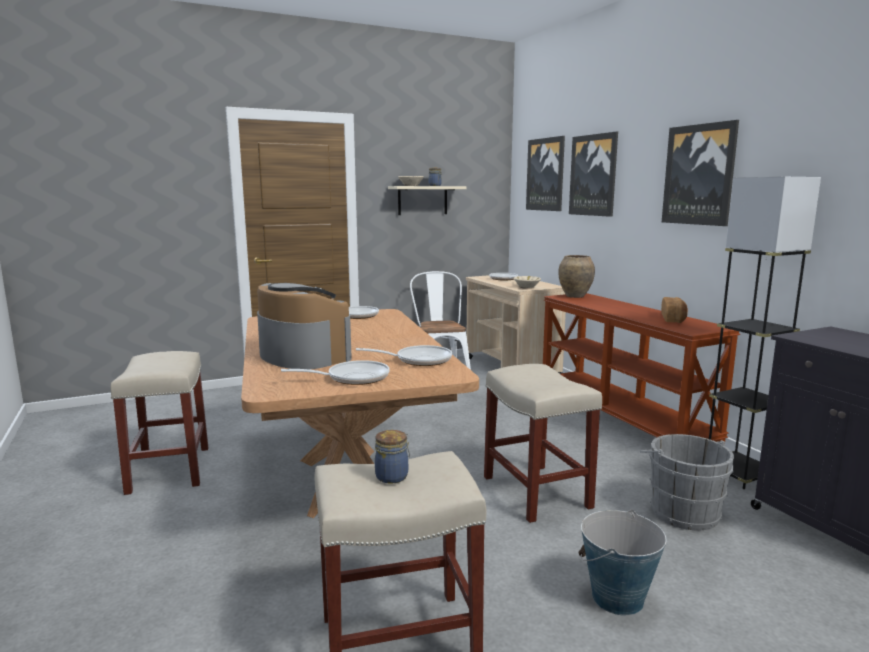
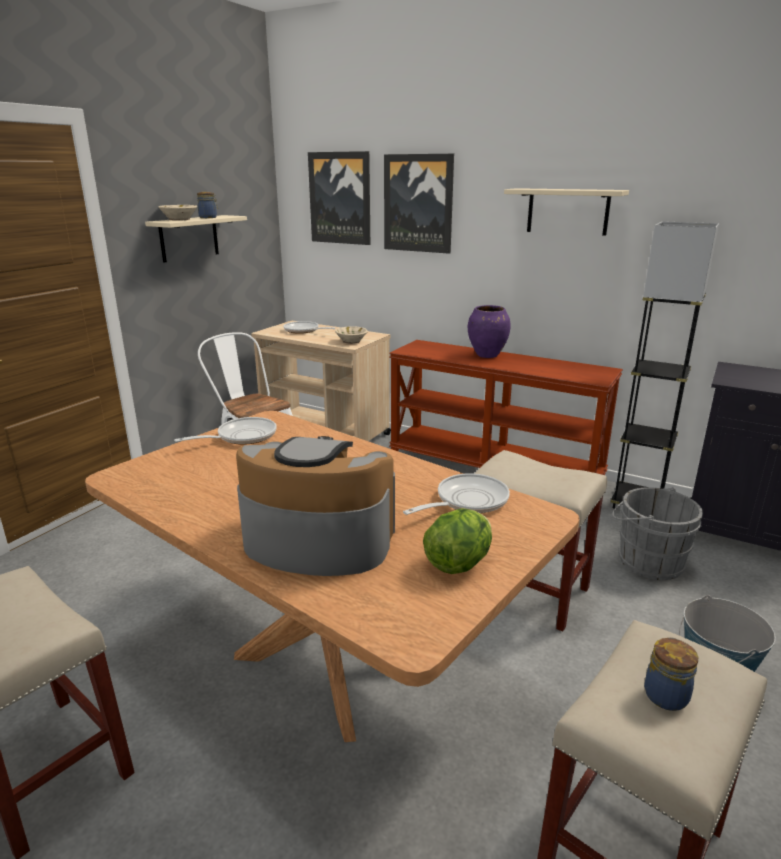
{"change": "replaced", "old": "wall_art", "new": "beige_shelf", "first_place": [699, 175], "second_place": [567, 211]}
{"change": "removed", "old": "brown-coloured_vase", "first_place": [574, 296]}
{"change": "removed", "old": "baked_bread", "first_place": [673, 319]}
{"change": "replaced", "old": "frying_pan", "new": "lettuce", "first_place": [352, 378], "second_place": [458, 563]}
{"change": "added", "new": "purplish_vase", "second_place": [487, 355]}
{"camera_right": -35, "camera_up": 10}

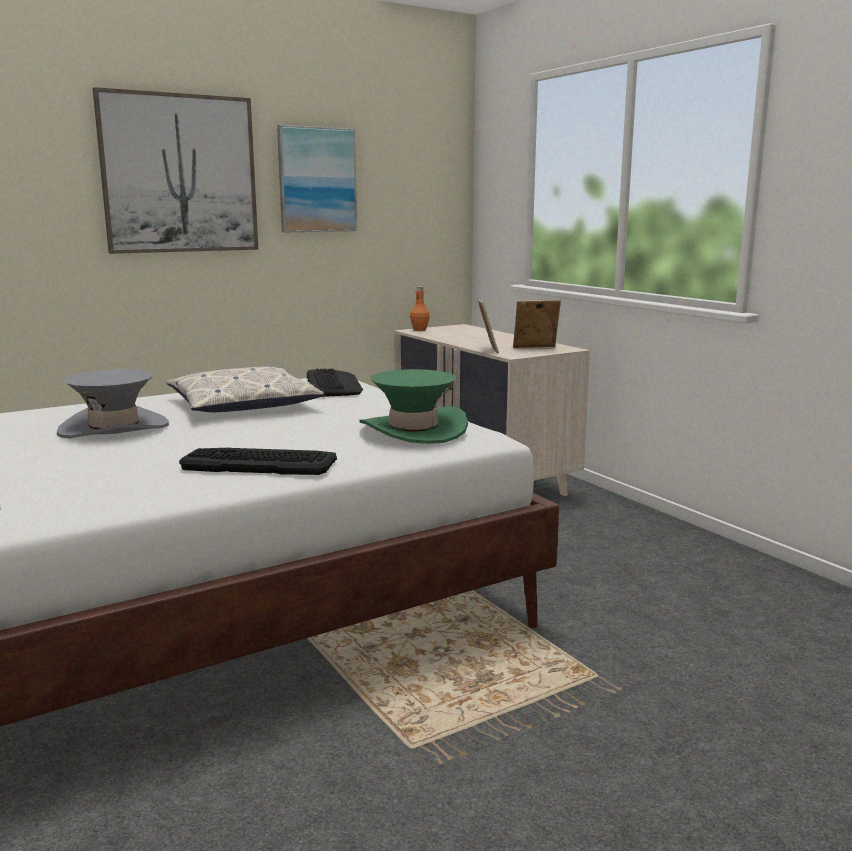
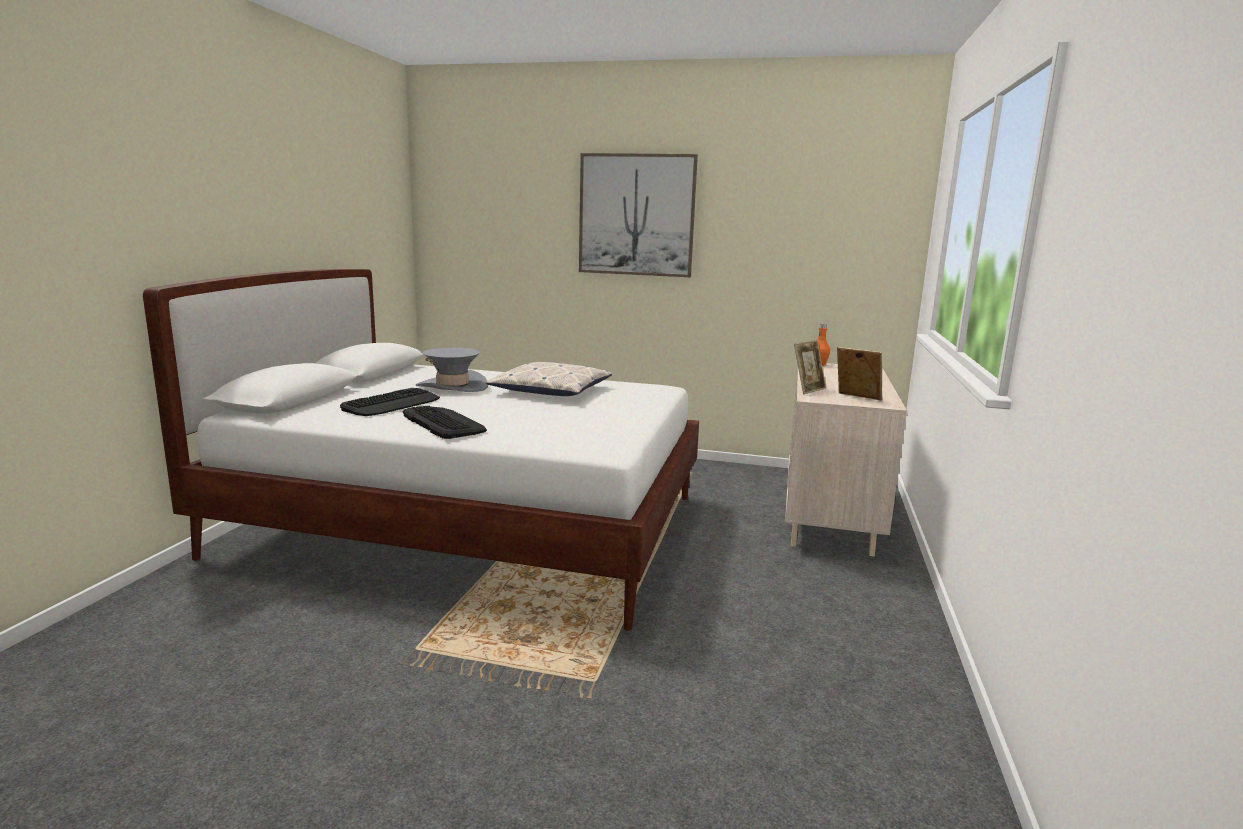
{"change": "removed", "old": "wall_art", "first_place": [317, 180]}
{"change": "moved", "old": "keyboard", "first_place": [333, 384], "second_place": [392, 404]}
{"change": "removed", "old": "green_hat", "first_place": [413, 430]}
{"camera_right": 45, "camera_up": 0}

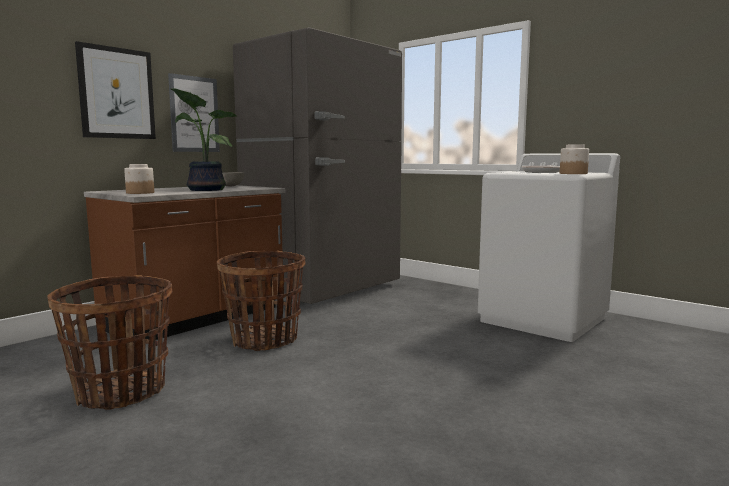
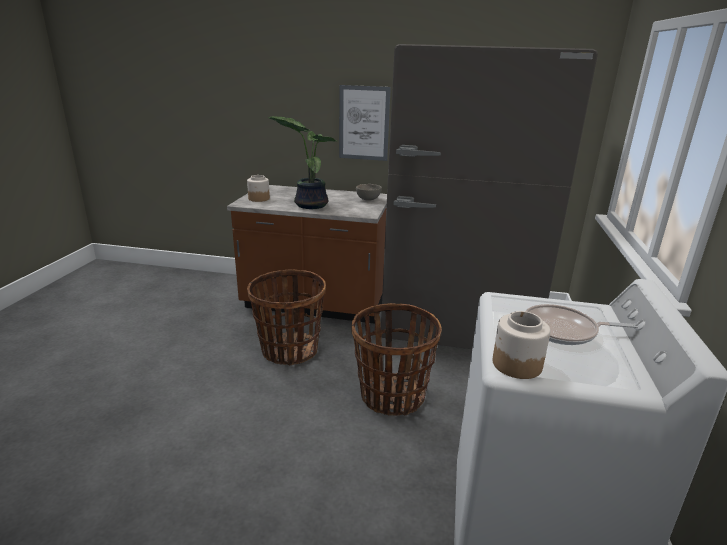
{"change": "removed", "old": "wall_art", "first_place": [116, 93]}
{"change": "moved", "old": "storage_basket", "first_place": [120, 392], "second_place": [391, 396]}
{"camera_right": 60, "camera_up": 15}

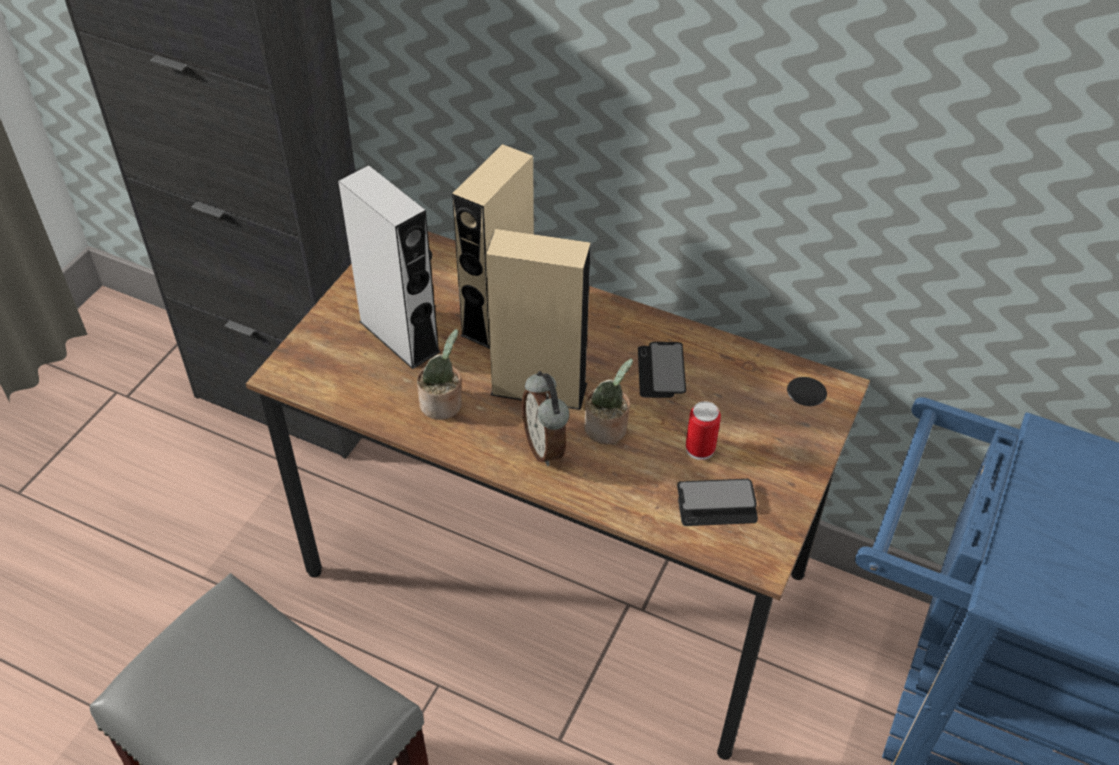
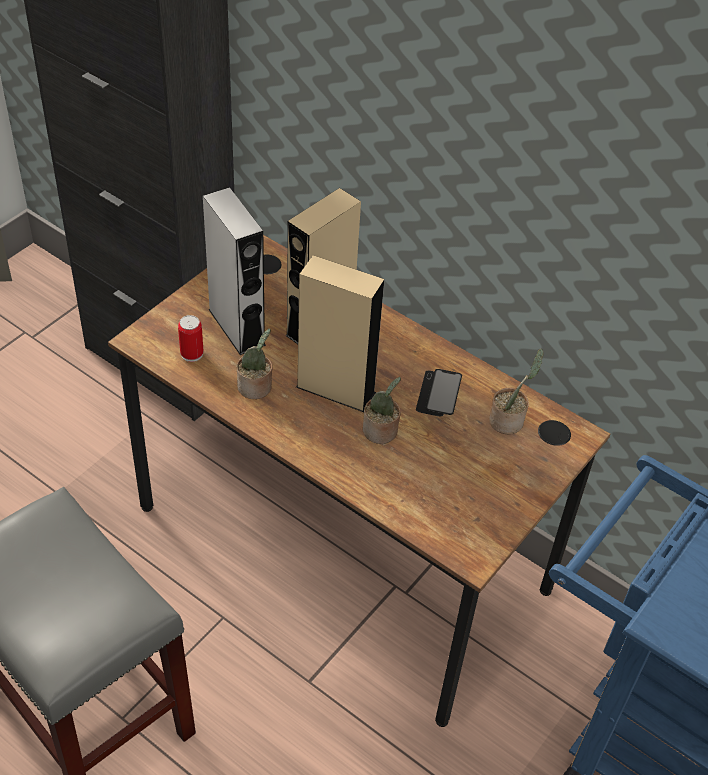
{"change": "removed", "old": "bedside_clock", "first_place": [546, 446]}
{"change": "moved", "old": "can", "first_place": [700, 449], "second_place": [192, 354]}
{"change": "removed", "old": "phone", "first_place": [716, 504]}
{"change": "added", "new": "houseplant", "second_place": [508, 420]}
{"camera_right": 10, "camera_up": 0}

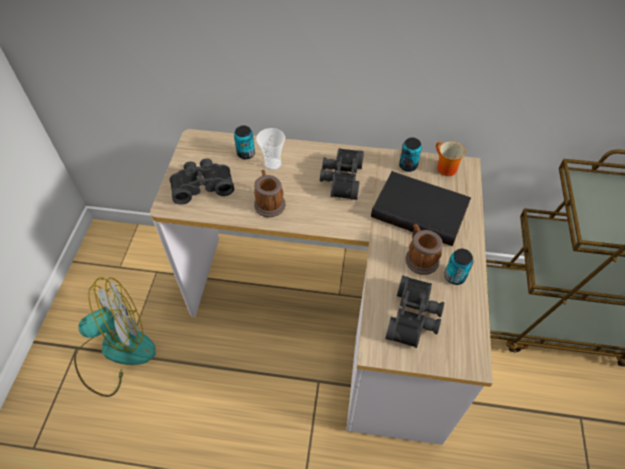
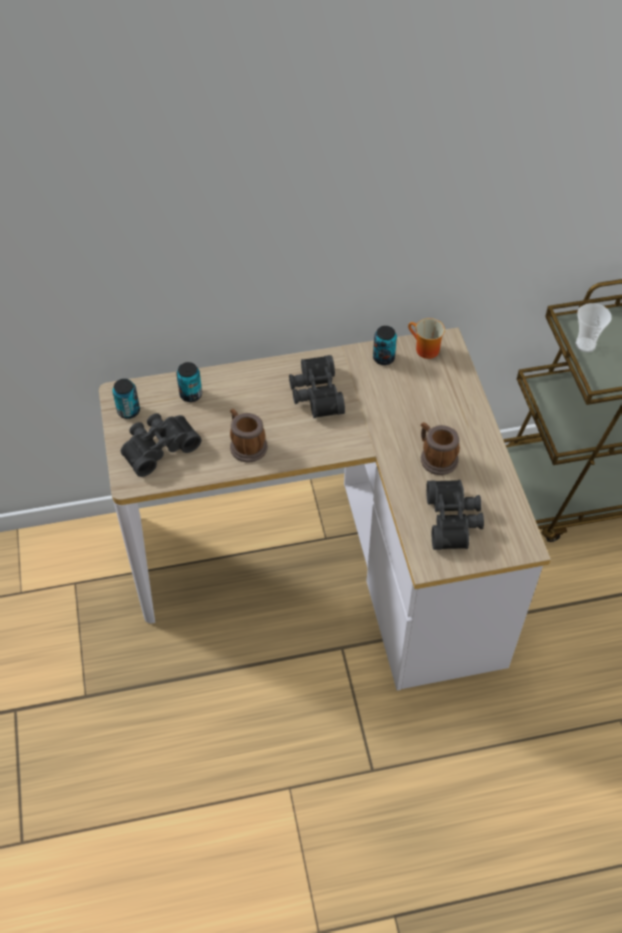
{"change": "moved", "old": "drinking_cup", "first_place": [272, 164], "second_place": [585, 345]}
{"change": "removed", "old": "blackish_bound_book", "first_place": [421, 210]}
{"change": "moved", "old": "can", "first_place": [454, 276], "second_place": [128, 411]}
{"change": "removed", "old": "electric_fan", "first_place": [115, 351]}
{"camera_right": -20, "camera_up": 0}

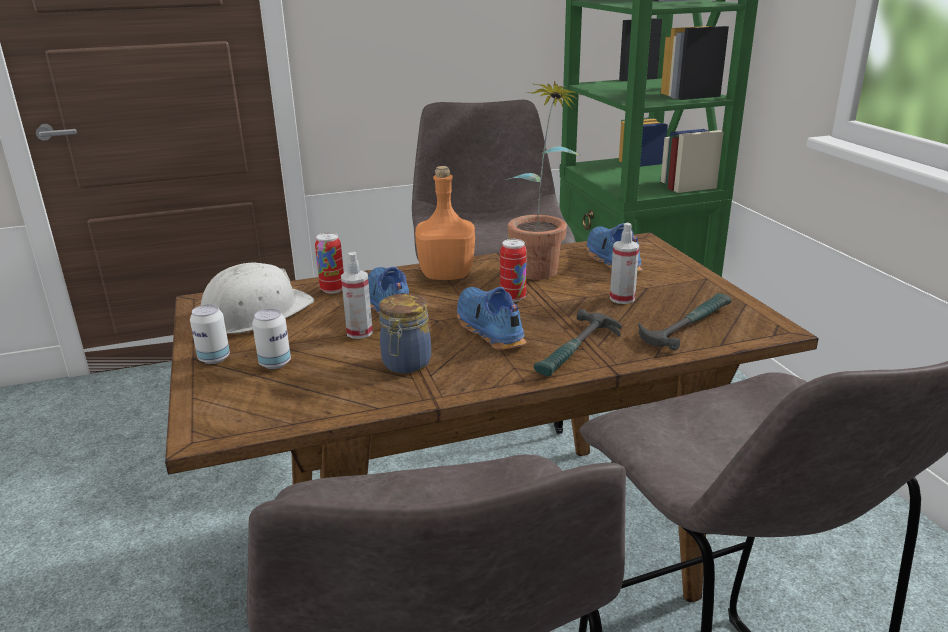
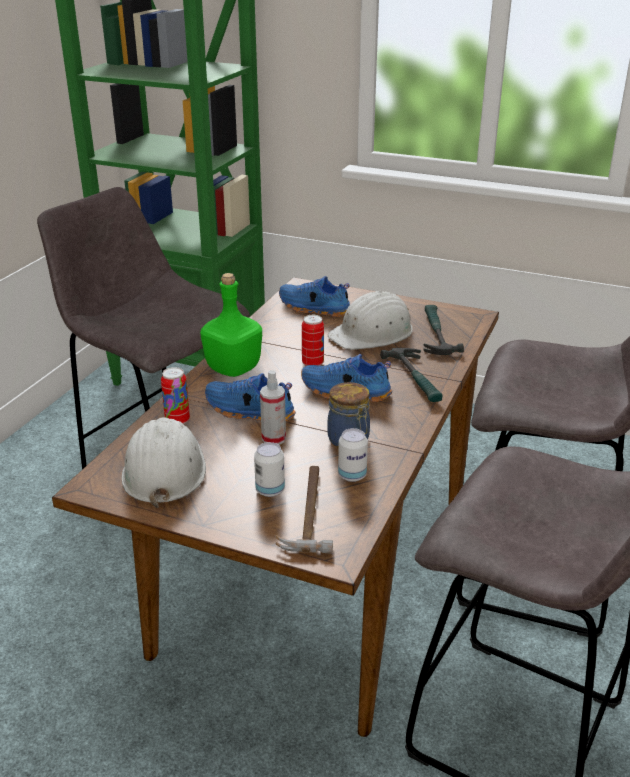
{"change": "removed", "old": "houseplant", "first_place": [541, 266]}
{"change": "recoloured", "old": "orange-coloured_bottle", "new": "green_bottle", "first_place": [446, 274], "second_place": [232, 368]}
{"change": "replaced", "old": "hand_sprayer", "new": "white-coloured_safety_helmet", "first_place": [622, 298], "second_place": [373, 333]}
{"change": "moved", "old": "can", "first_place": [214, 358], "second_place": [352, 475]}
{"change": "added", "new": "hammer", "second_place": [308, 511]}
{"camera_right": -50, "camera_up": 5}

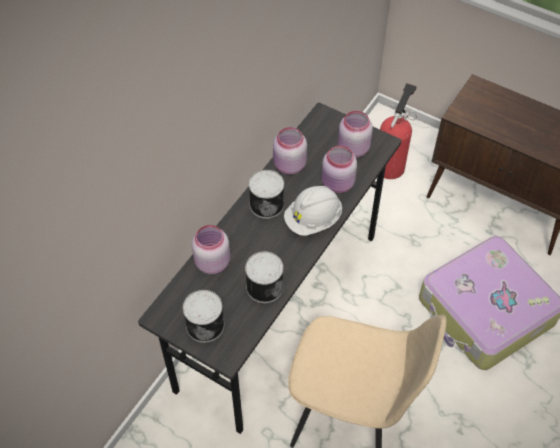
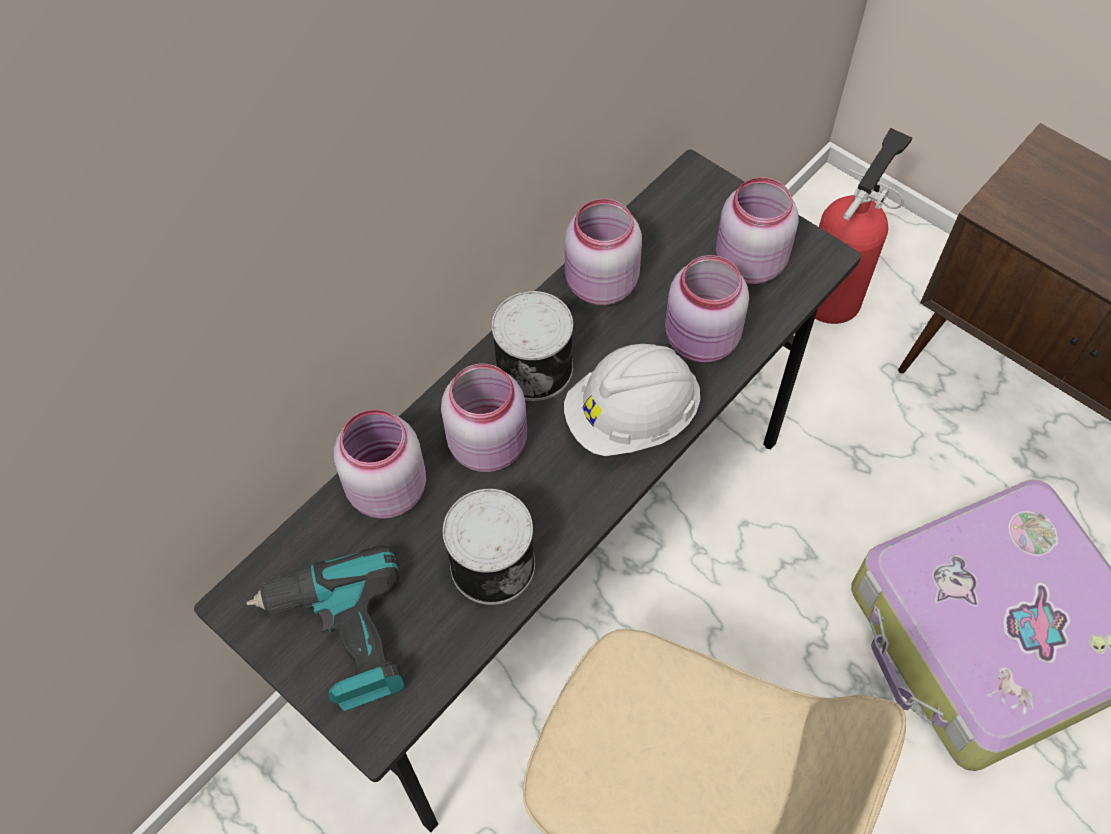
{"change": "replaced", "old": "can", "new": "electric_drill", "first_place": [205, 324], "second_place": [341, 638]}
{"change": "added", "new": "pink_jar", "second_place": [490, 443]}
{"camera_right": 10, "camera_up": 5}

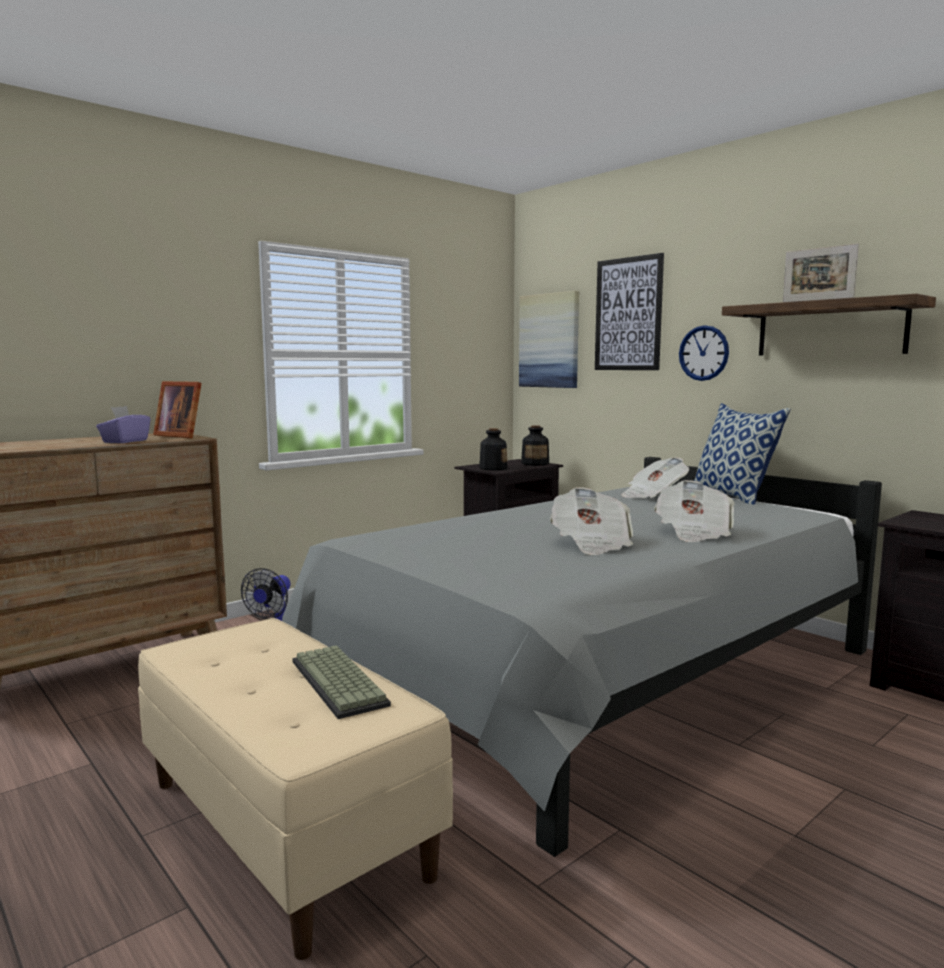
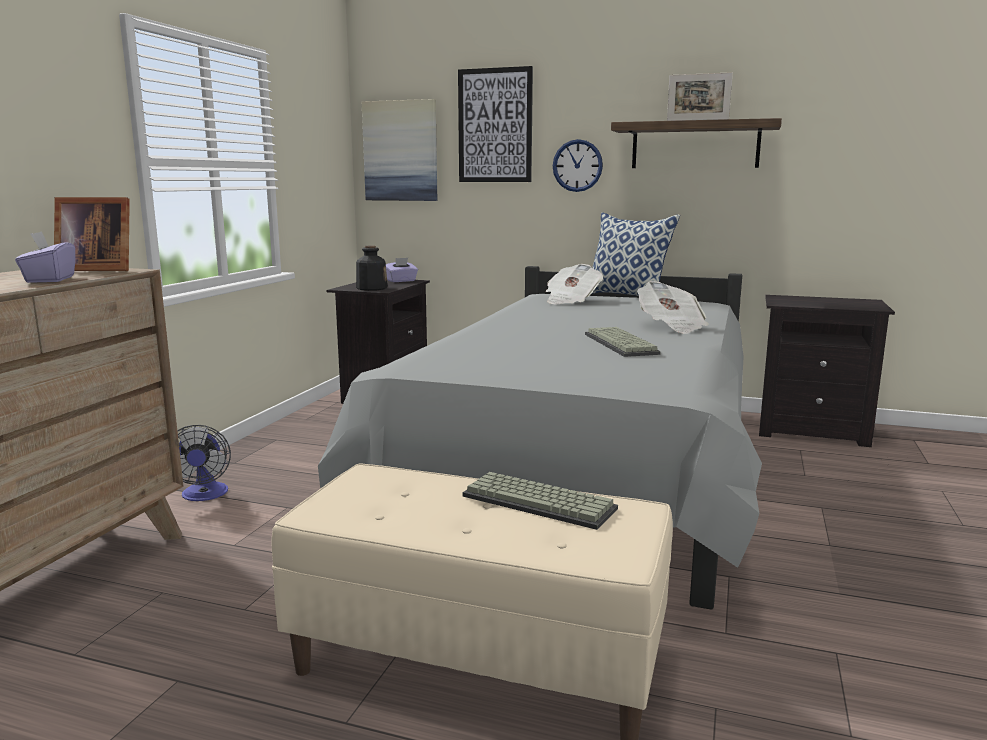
{"change": "replaced", "old": "bottle", "new": "purplish_box_of_tissues", "first_place": [535, 463], "second_place": [401, 281]}
{"change": "replaced", "old": "daily_paper", "new": "keyboard", "first_place": [591, 544], "second_place": [622, 344]}
{"camera_right": -30, "camera_up": 5}

